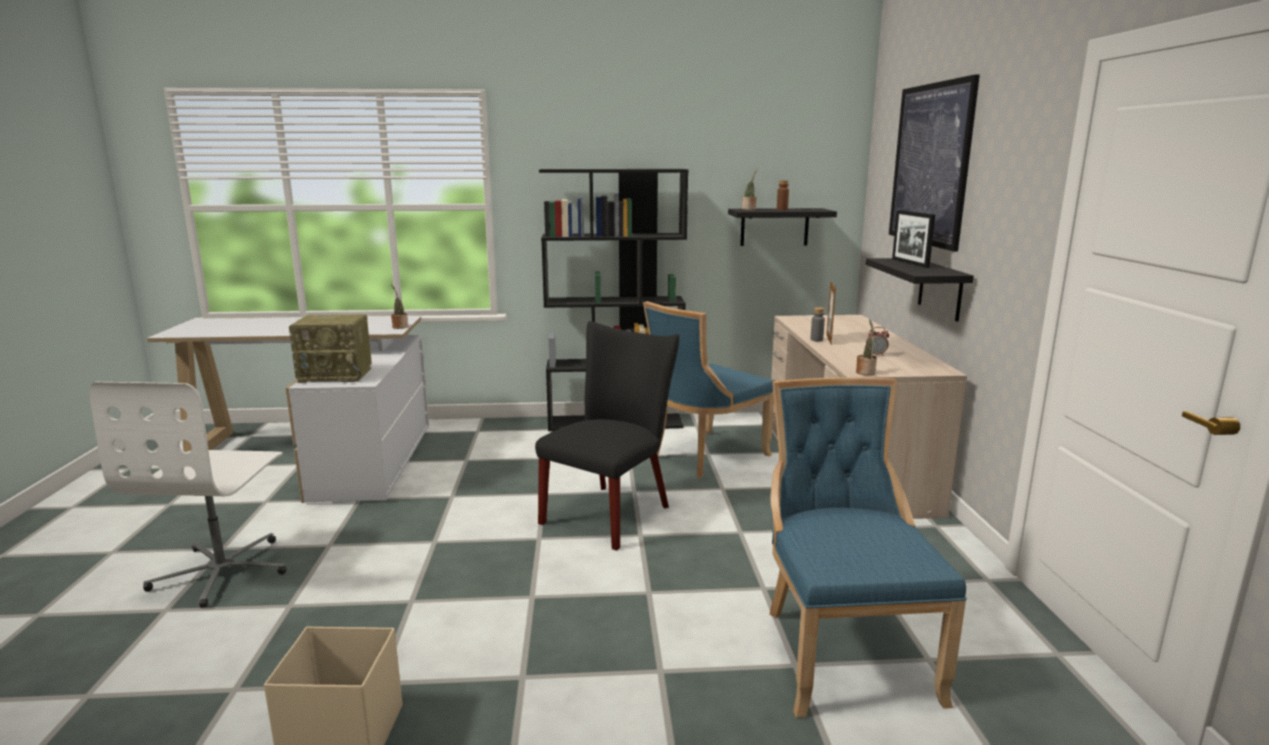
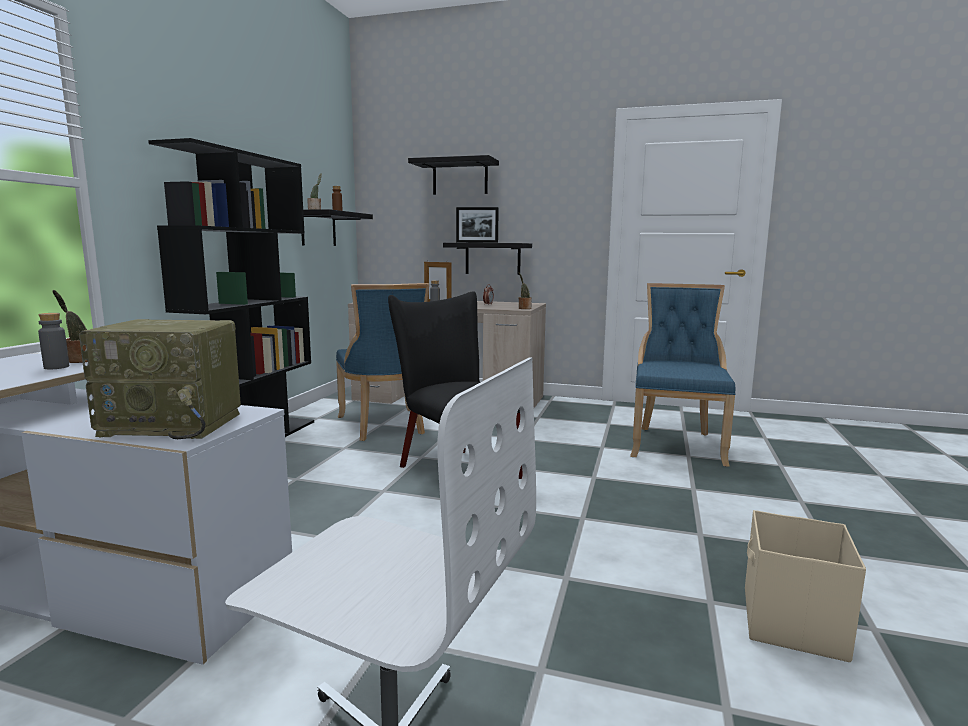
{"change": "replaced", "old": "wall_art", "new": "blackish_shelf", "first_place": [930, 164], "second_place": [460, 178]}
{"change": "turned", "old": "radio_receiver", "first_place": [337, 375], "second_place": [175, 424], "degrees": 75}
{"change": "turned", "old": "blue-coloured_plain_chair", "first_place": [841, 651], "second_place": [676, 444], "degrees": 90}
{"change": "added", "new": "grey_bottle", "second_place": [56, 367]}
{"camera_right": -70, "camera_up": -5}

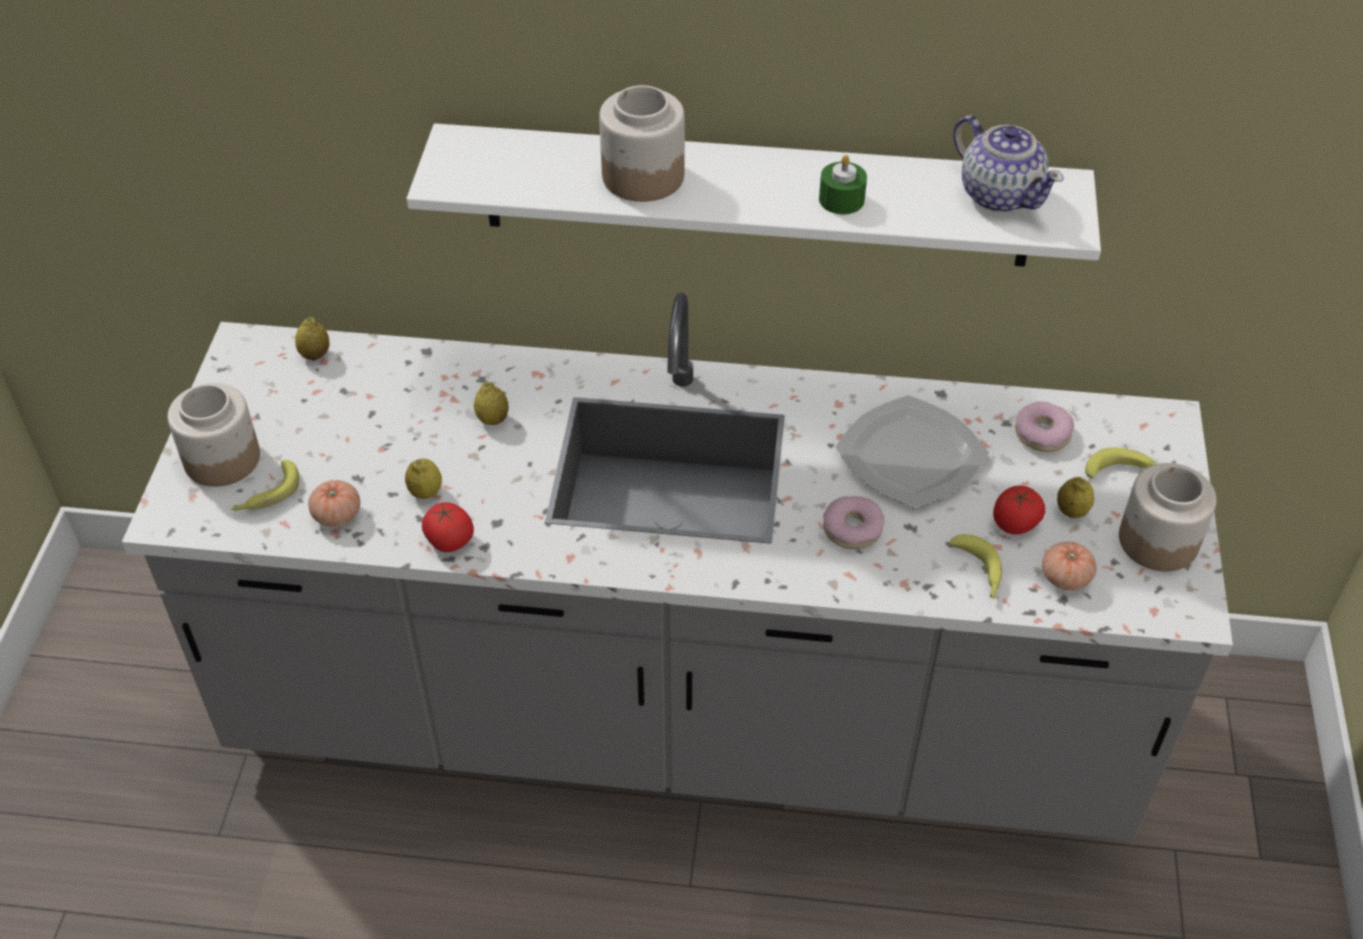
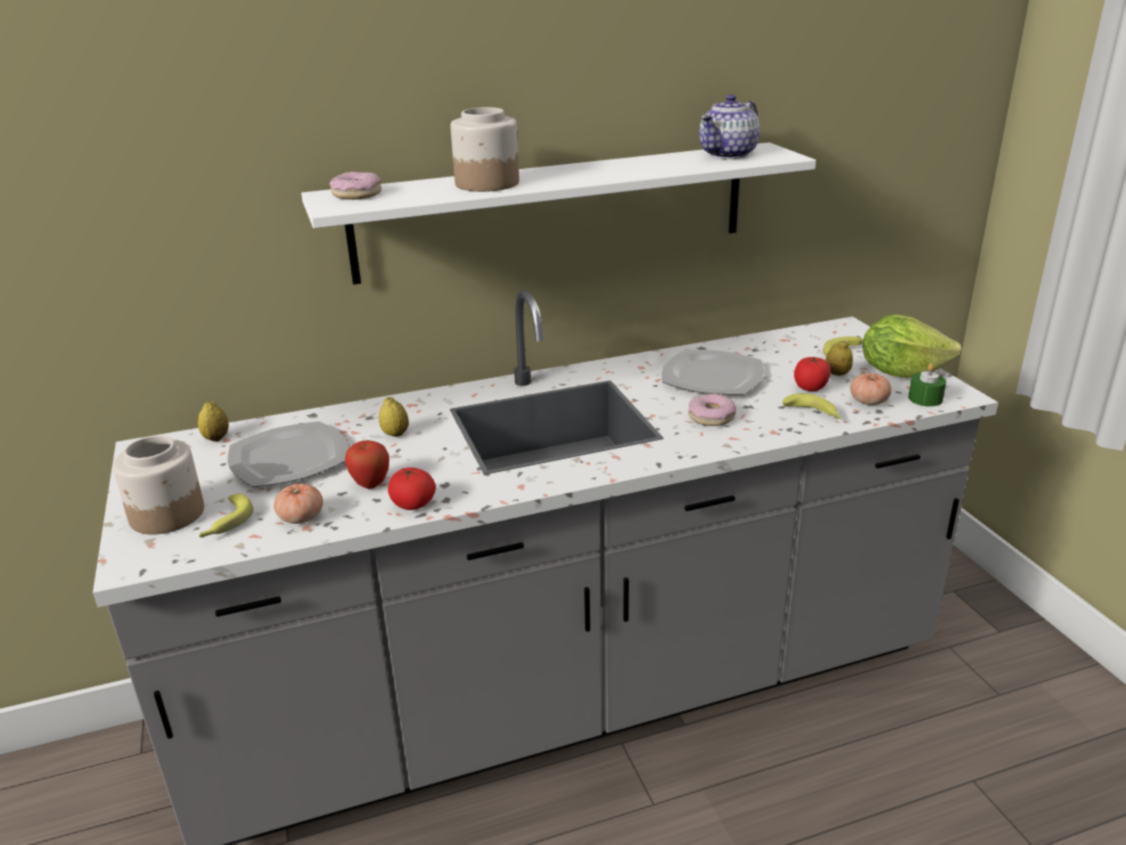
{"change": "turned", "old": "pot_for_tea", "first_place": [999, 194], "second_place": [729, 154], "degrees": 105}
{"change": "moved", "old": "green_wax_candle", "first_place": [841, 199], "second_place": [925, 399]}
{"change": "moved", "old": "donut", "first_place": [1042, 433], "second_place": [357, 194]}
{"change": "replaced", "old": "lemon", "new": "apple", "first_place": [425, 492], "second_place": [370, 484]}
{"change": "replaced", "old": "jar", "new": "lettuce", "first_place": [1157, 540], "second_place": [901, 372]}
{"change": "added", "new": "dinner_plate", "second_place": [291, 458]}
{"camera_right": -25, "camera_up": -20}

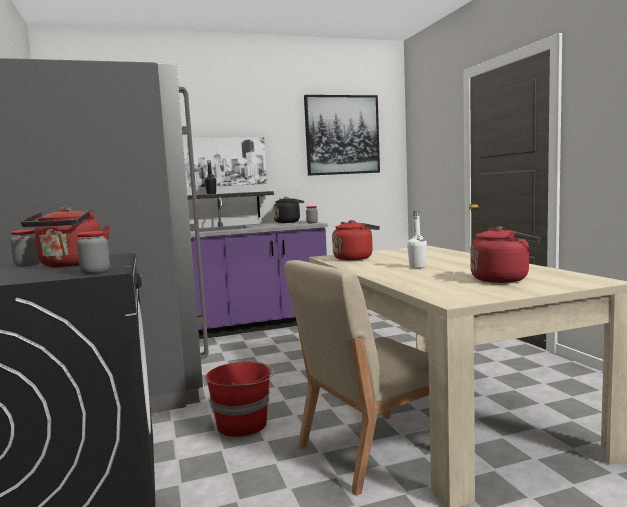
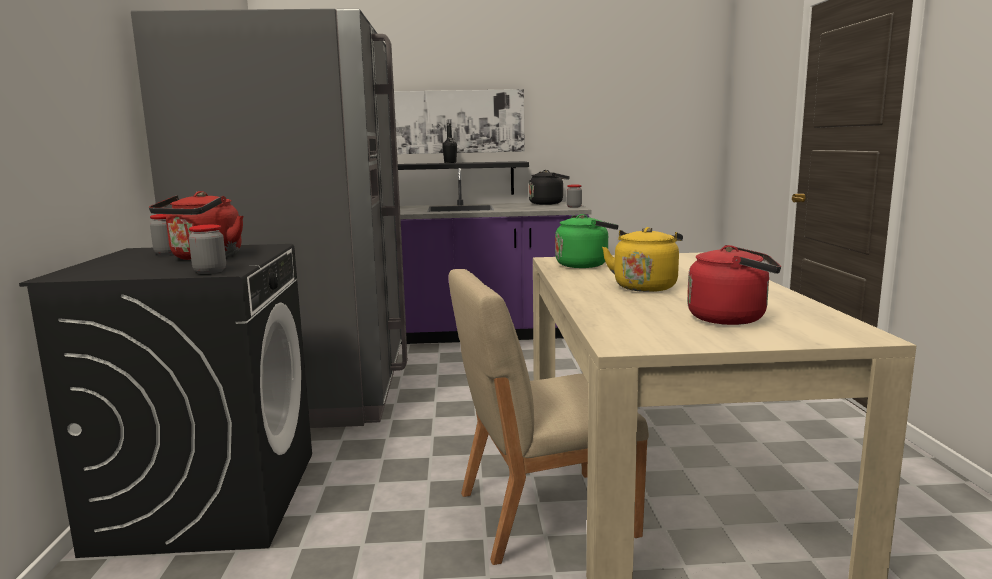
{"change": "removed", "old": "wall_art", "first_place": [342, 135]}
{"change": "replaced", "old": "white-coloured_bottle", "new": "yellowish_kettle", "first_place": [417, 267], "second_place": [645, 286]}
{"change": "recoloured", "old": "reddish_kettle", "new": "green_kettle", "first_place": [355, 258], "second_place": [584, 265]}
{"change": "removed", "old": "reddish_pail", "first_place": [243, 424]}
{"camera_right": 15, "camera_up": 5}

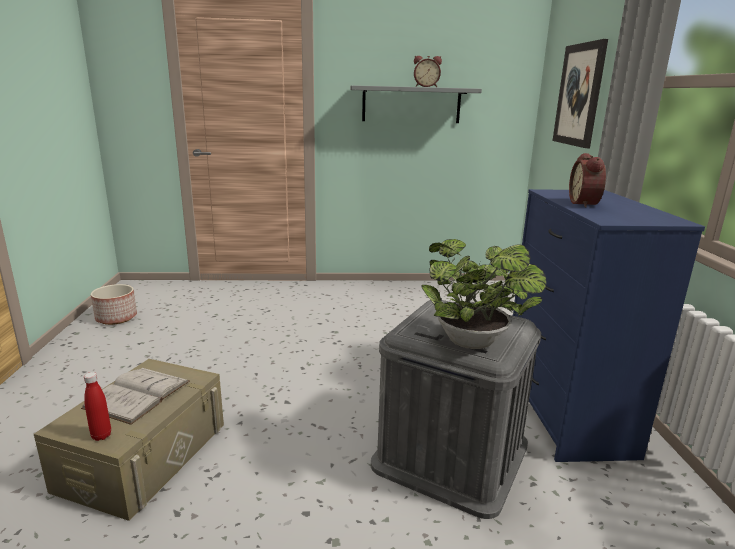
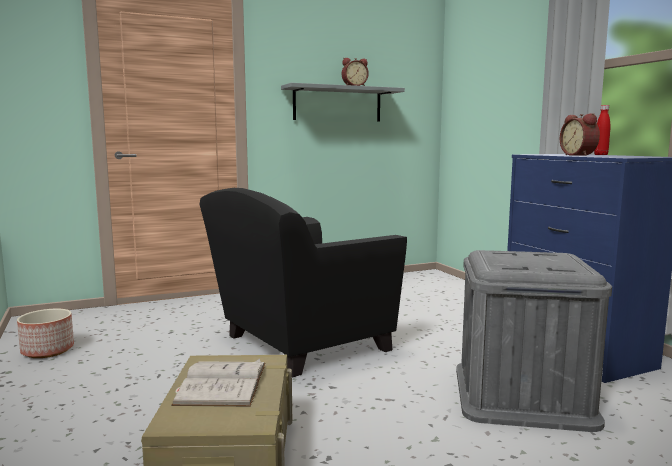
{"change": "removed", "old": "wall_art", "first_place": [579, 95]}
{"change": "removed", "old": "houseplant", "first_place": [475, 344]}
{"change": "moved", "old": "reddish_bottle", "first_place": [101, 436], "second_place": [600, 155]}
{"change": "added", "new": "blackish_armchair", "second_place": [298, 344]}
{"camera_right": -20, "camera_up": -10}

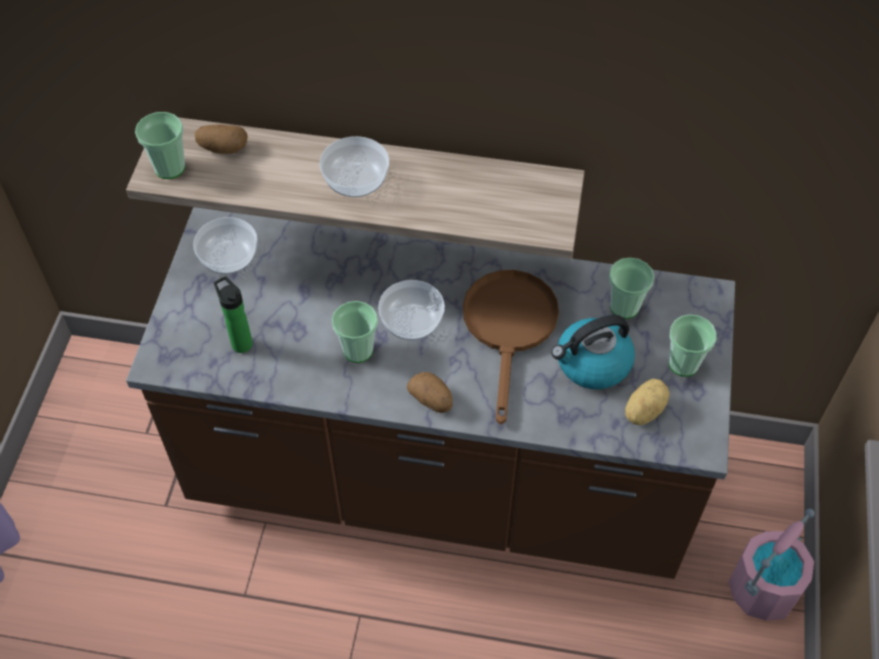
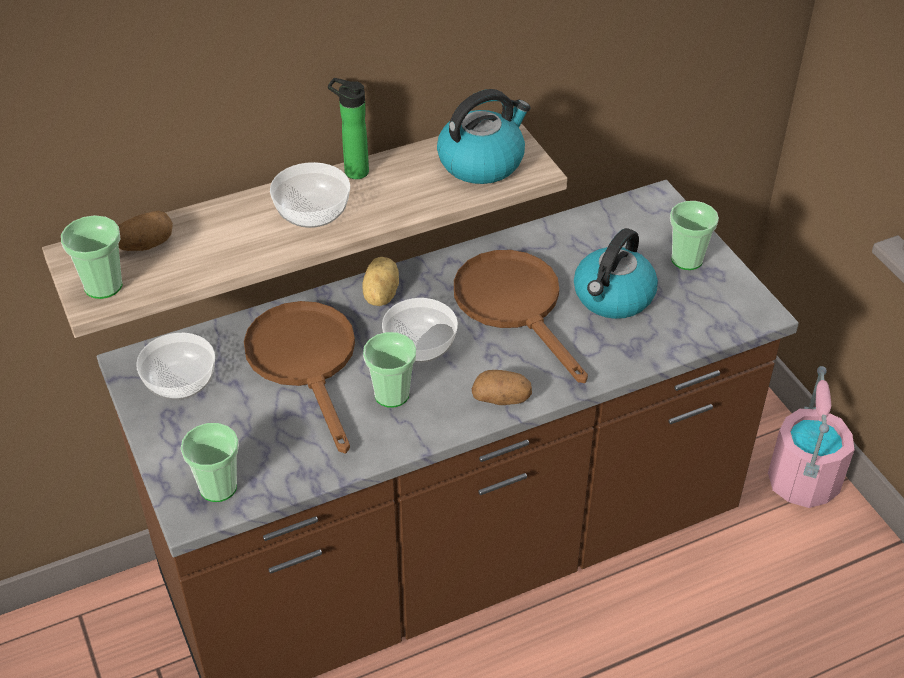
{"change": "moved", "old": "drinking_cup", "first_place": [624, 307], "second_place": [218, 487]}
{"change": "moved", "old": "bottle", "first_place": [240, 342], "second_place": [353, 171]}
{"change": "moved", "old": "spud", "first_place": [643, 410], "second_place": [379, 295]}
{"change": "added", "new": "kettle", "second_place": [482, 162]}
{"change": "added", "new": "brown-coloured_frying_pan", "second_place": [306, 362]}
{"camera_right": -35, "camera_up": -10}

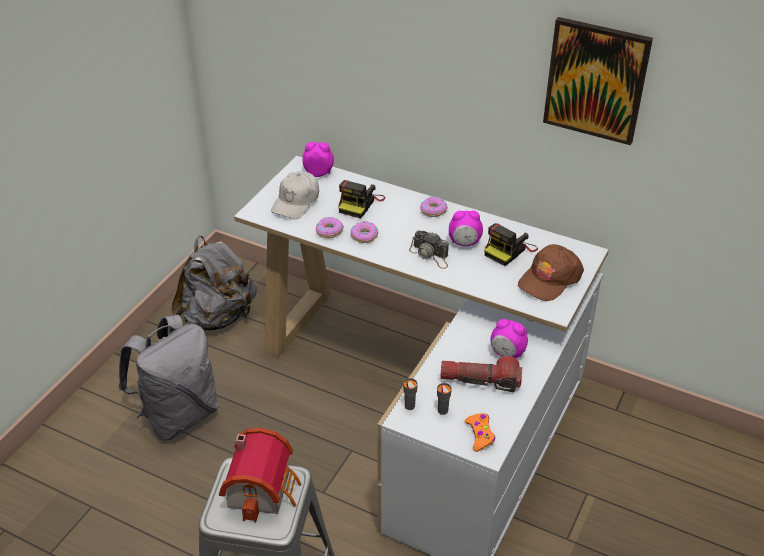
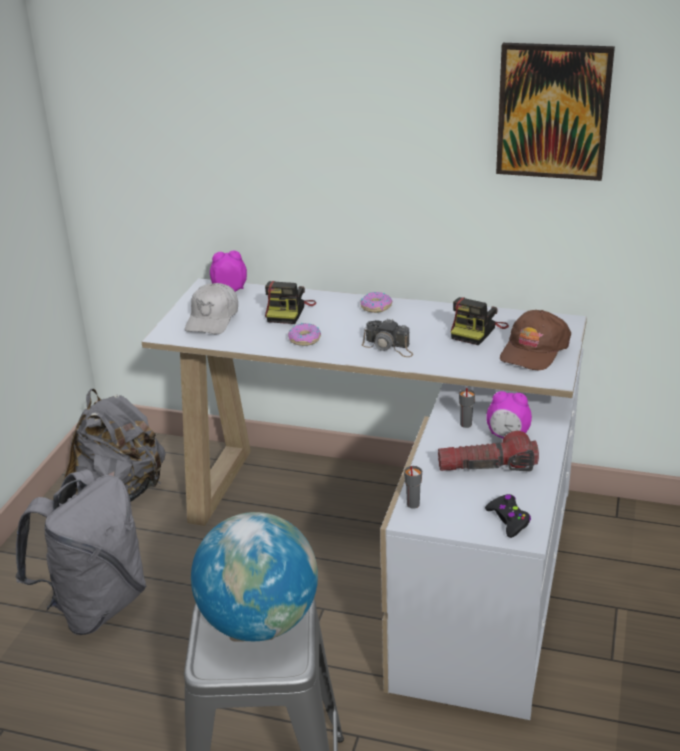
{"change": "removed", "old": "bedside_clock", "first_place": [464, 243]}
{"change": "removed", "old": "donut", "first_place": [329, 231]}
{"change": "moved", "old": "grey_drinking_cup", "first_place": [442, 411], "second_place": [465, 424]}
{"change": "recoloured", "old": "orange-coloured_joypad", "new": "blackish_joypad", "first_place": [480, 435], "second_place": [508, 520]}
{"change": "replaced", "old": "miniature_house", "new": "globe", "first_place": [264, 489], "second_place": [259, 622]}
{"camera_right": -10, "camera_up": -10}

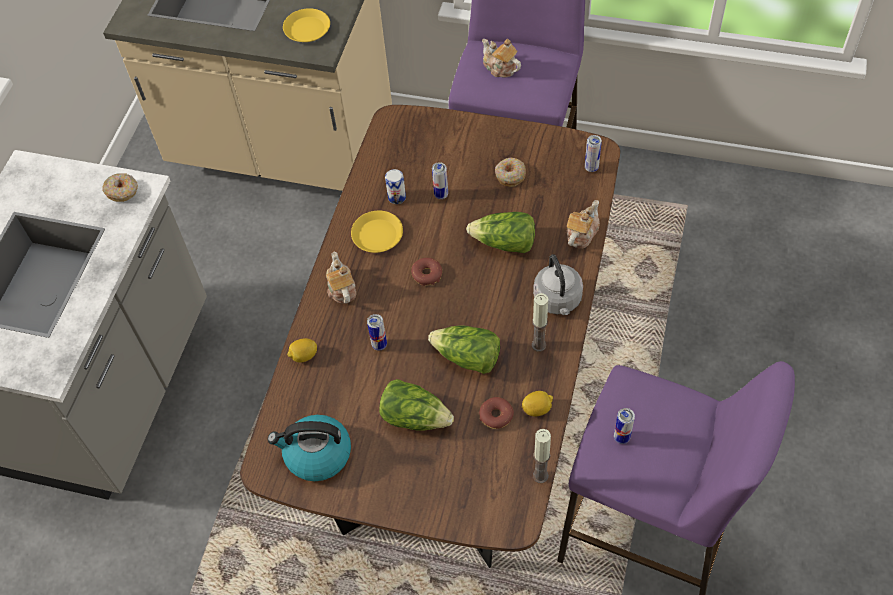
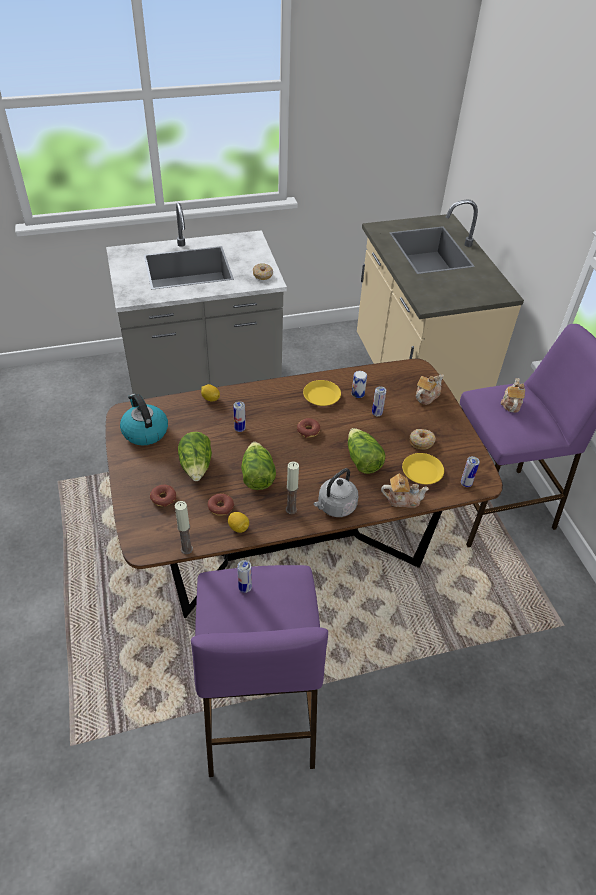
{"change": "moved", "old": "yellowish_dinner_plate", "first_place": [307, 29], "second_place": [422, 472]}
{"change": "moved", "old": "pot_for_tea", "first_place": [341, 289], "second_place": [426, 396]}
{"change": "added", "new": "donut", "second_place": [163, 498]}
{"camera_right": 55, "camera_up": -10}

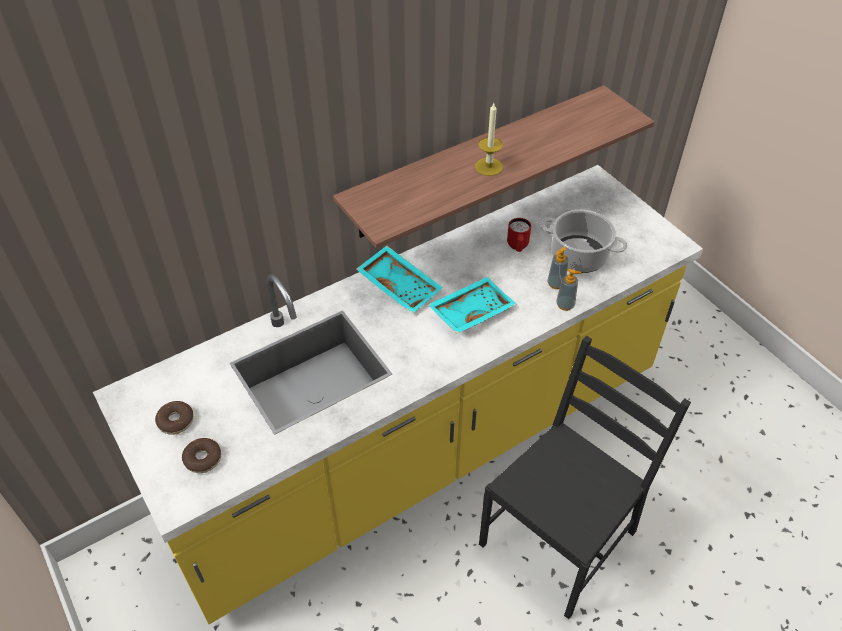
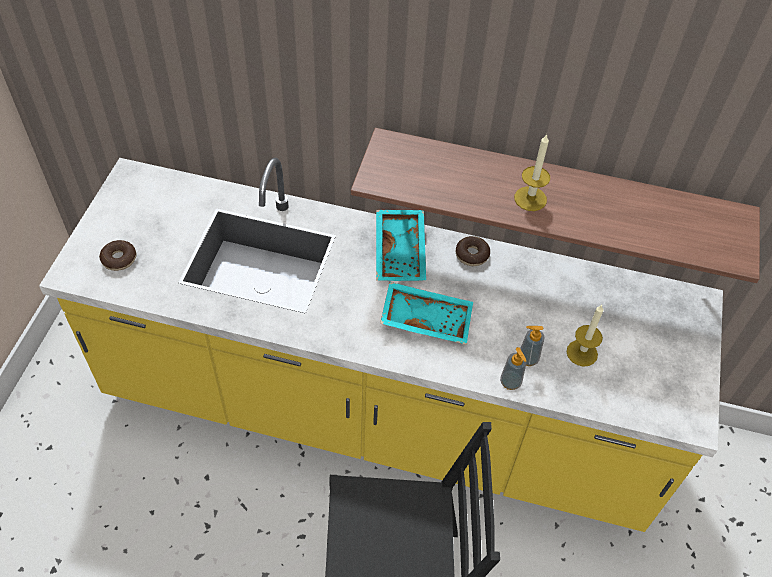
{"change": "replaced", "old": "saucepot", "new": "wax_candle", "first_place": [578, 256], "second_place": [582, 353]}
{"change": "removed", "old": "reddish_coffee_mug", "first_place": [517, 247]}
{"change": "moved", "old": "donut", "first_place": [176, 421], "second_place": [472, 255]}
{"camera_right": 45, "camera_up": 5}

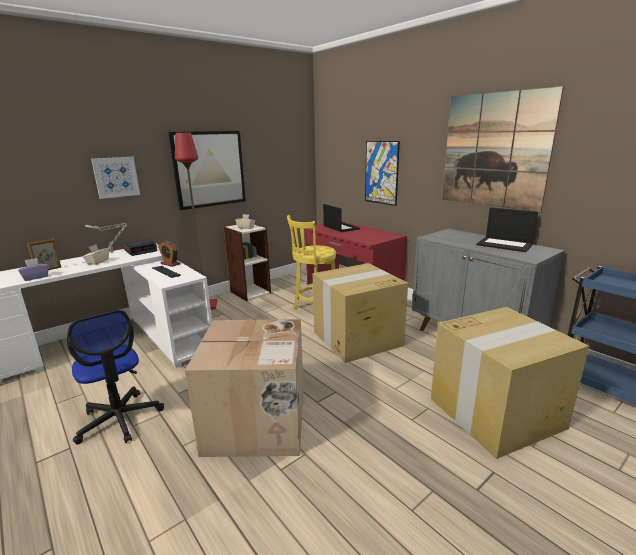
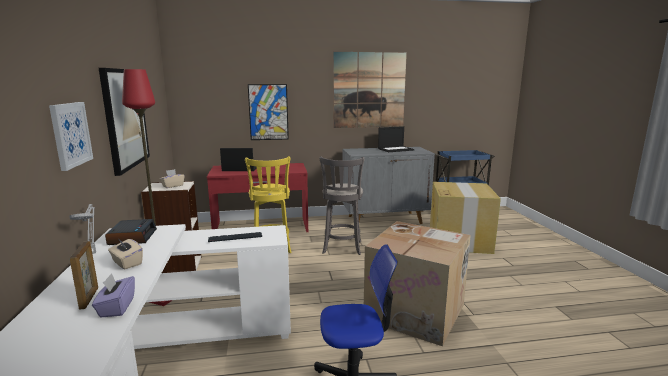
{"change": "removed", "old": "bedside_clock", "first_place": [170, 264]}
{"change": "replaced", "old": "cardboard_box", "new": "grey_stool", "first_place": [356, 339], "second_place": [342, 248]}
{"camera_right": -60, "camera_up": -5}

